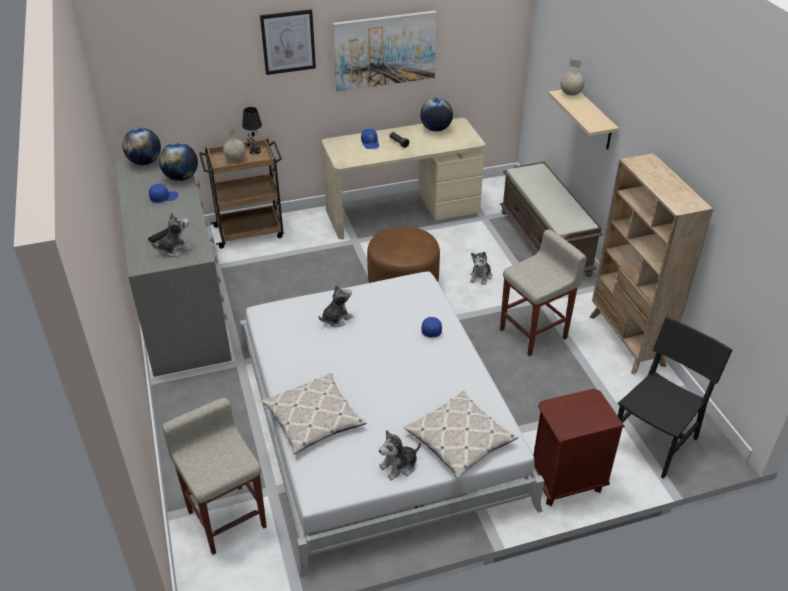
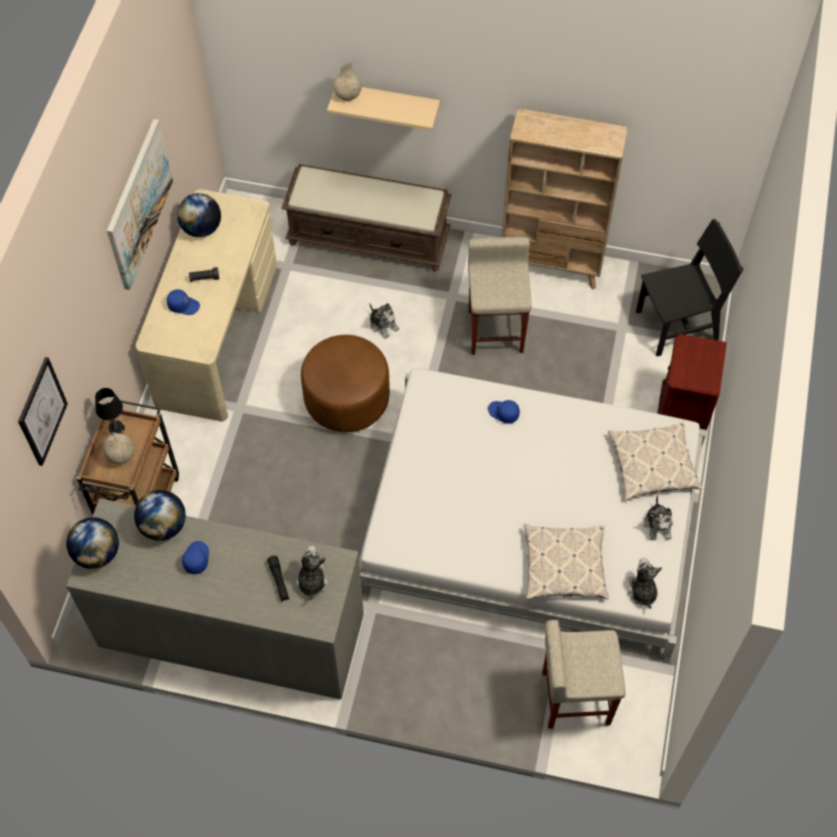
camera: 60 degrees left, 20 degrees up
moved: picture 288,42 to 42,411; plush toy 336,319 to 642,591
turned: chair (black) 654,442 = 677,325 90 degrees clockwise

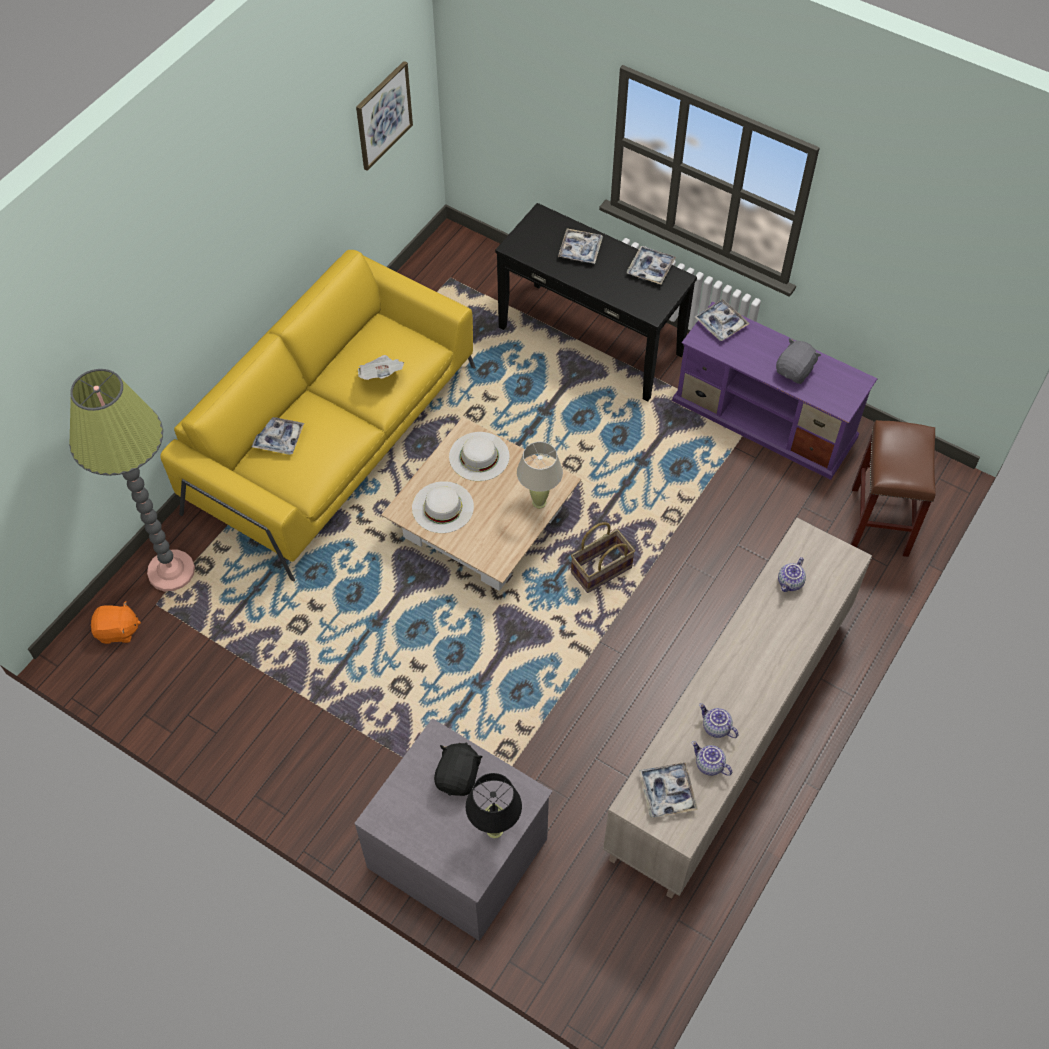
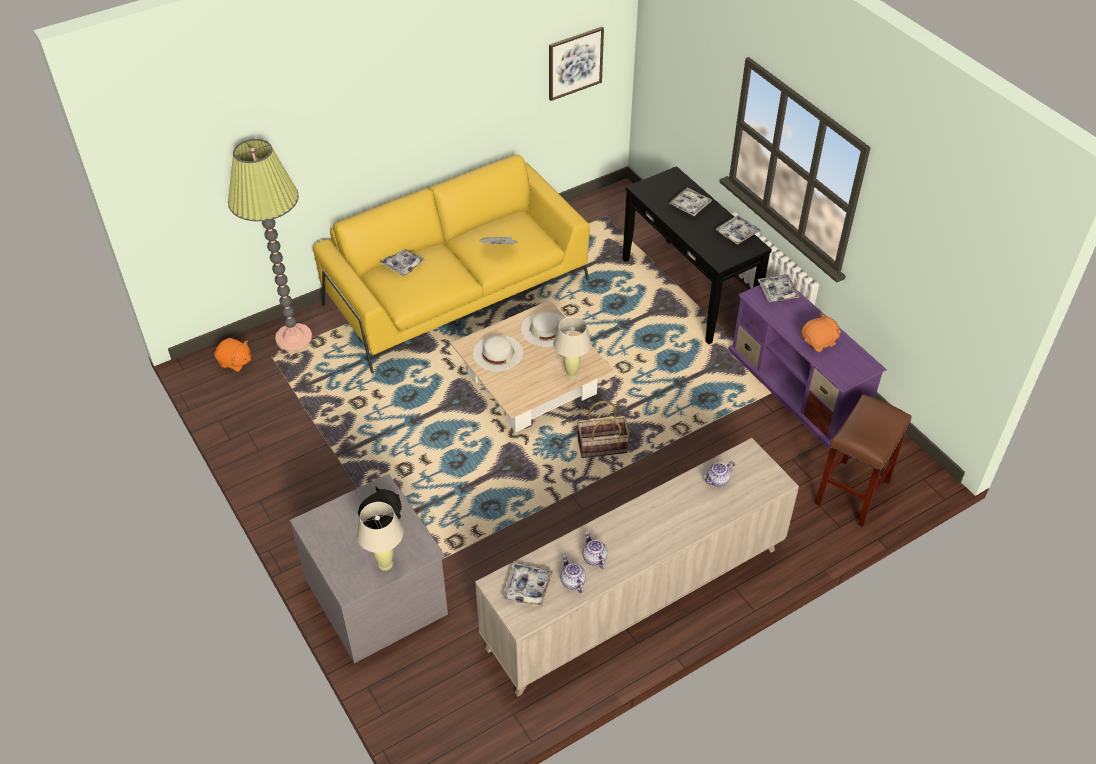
camera: 25 degrees right, 10 degrees down
recoloured: table lamp (black) 494,830 to table lamp (beige) 385,564; plush toy (grey) 795,371 to plush toy (orange) 819,342

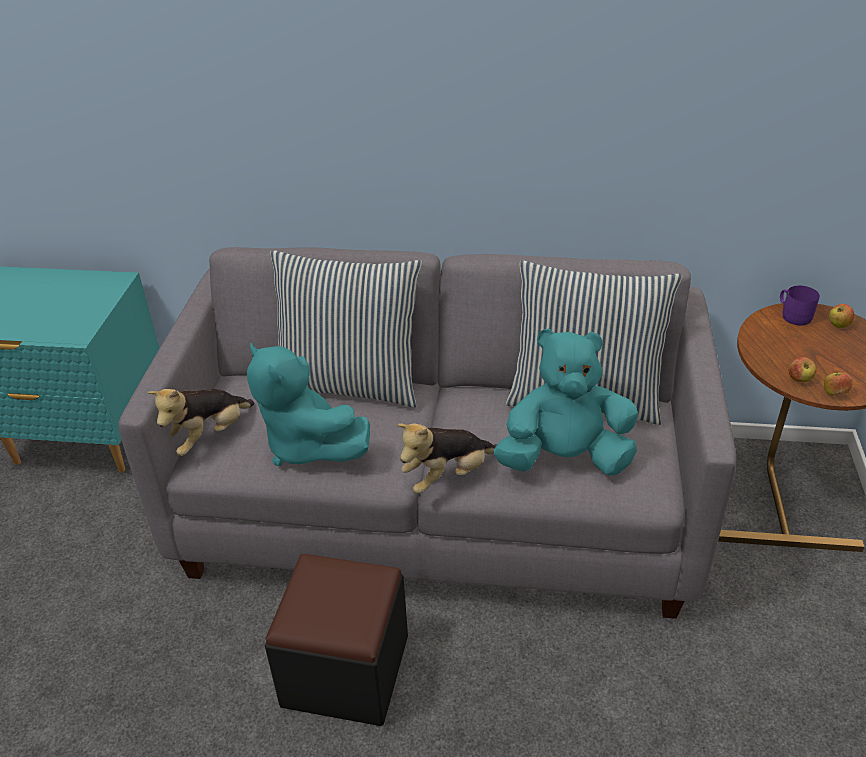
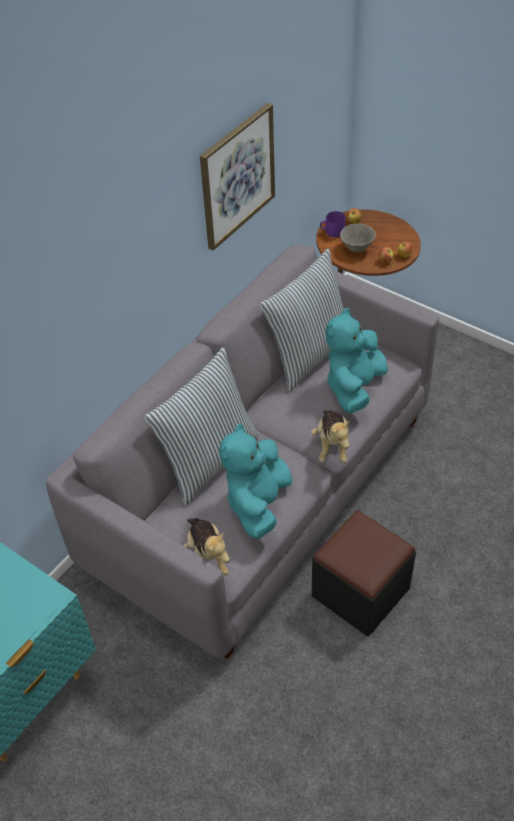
camera: 60 degrees left, 10 degrees up
added: picture 237,176; bowl (grey) 356,248
turned: plush toy (turquoise) 308,445 = 258,503 120 degrees clockwise

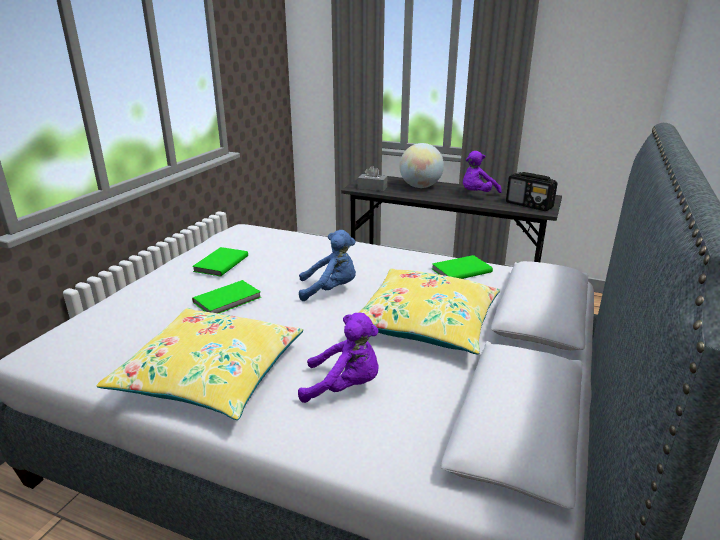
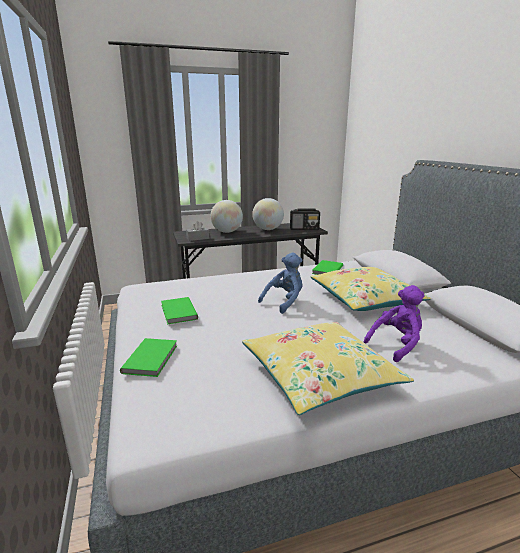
camera: 40 degrees left, 5 degrees down
moved: book (green) 229,300 to 152,358
replaced: plush toy (purple) 477,194 to globe 268,229

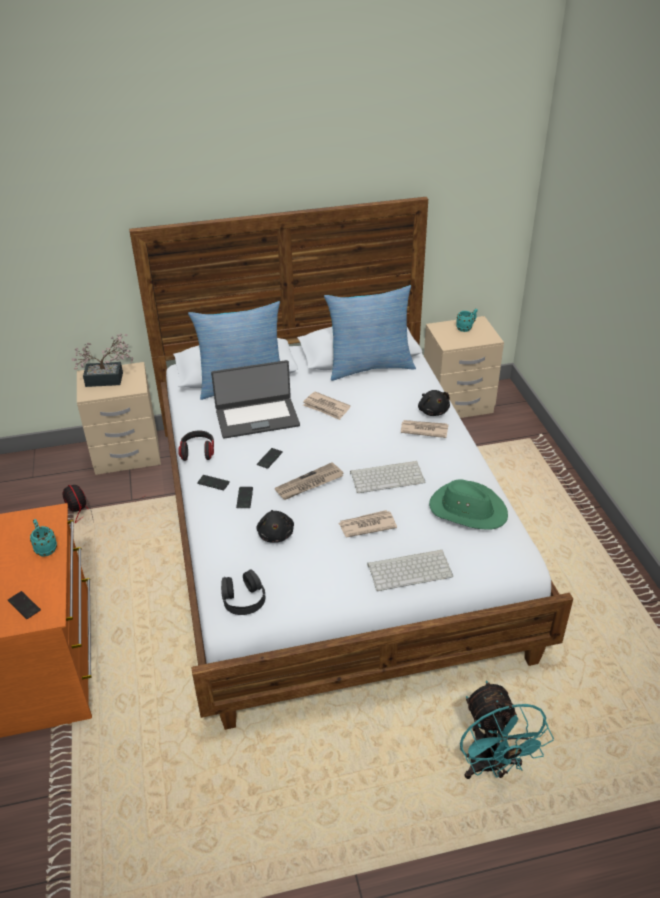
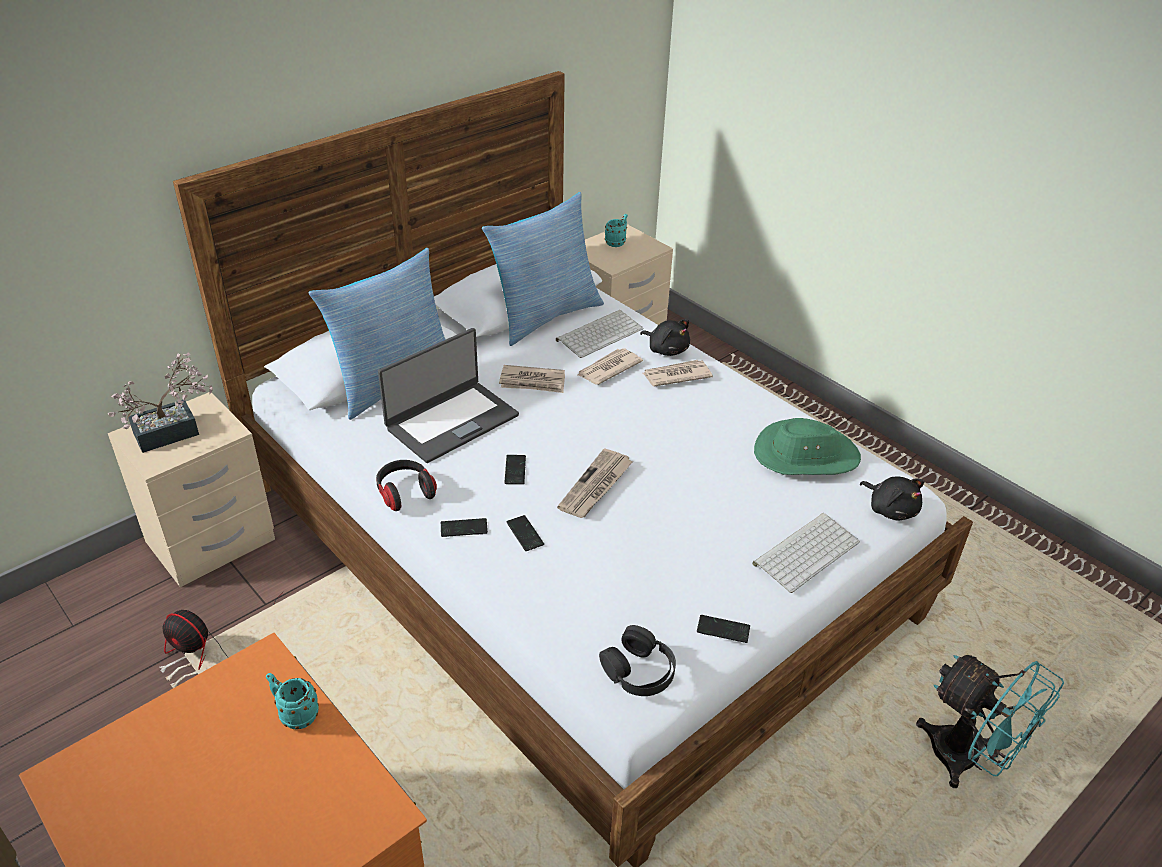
camera: 30 degrees left, 0 degrees up
moved: phone 24,605 to 723,630; plush toy (black) 276,534 to 890,509; newspaper 367,525 to 608,369; keyboard 388,477 to 600,333

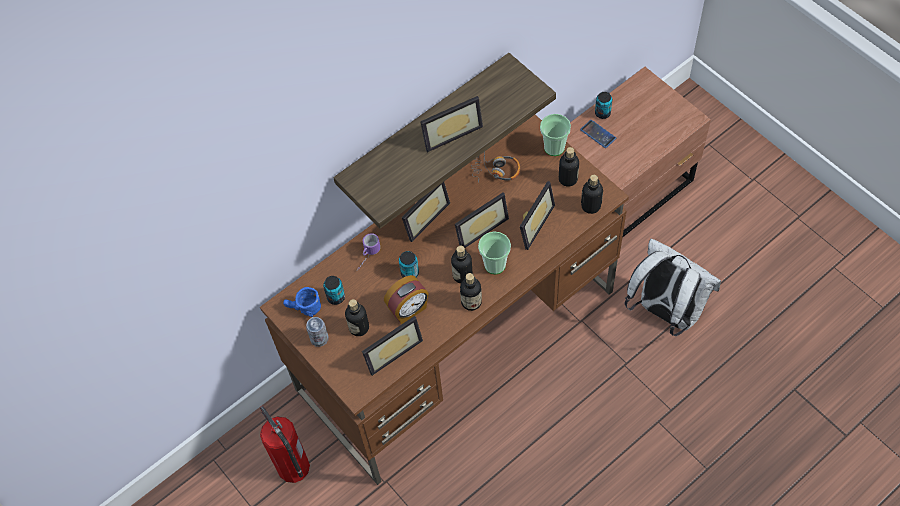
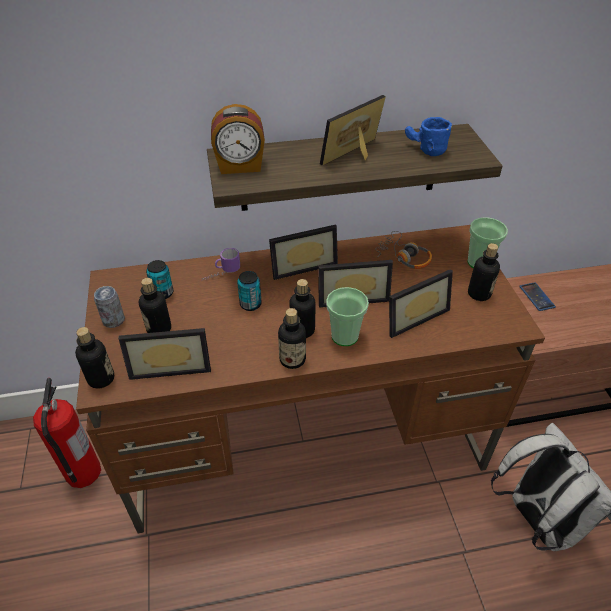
camera: 25 degrees right, 15 degrees down
removed: can 602,113
moved: mug (blue) 303,309 to 423,149; alarm clock 408,310 to 240,166; bottle 591,206 to 101,378
turned: picture frame 450,131 = 357,156 135 degrees clockwise

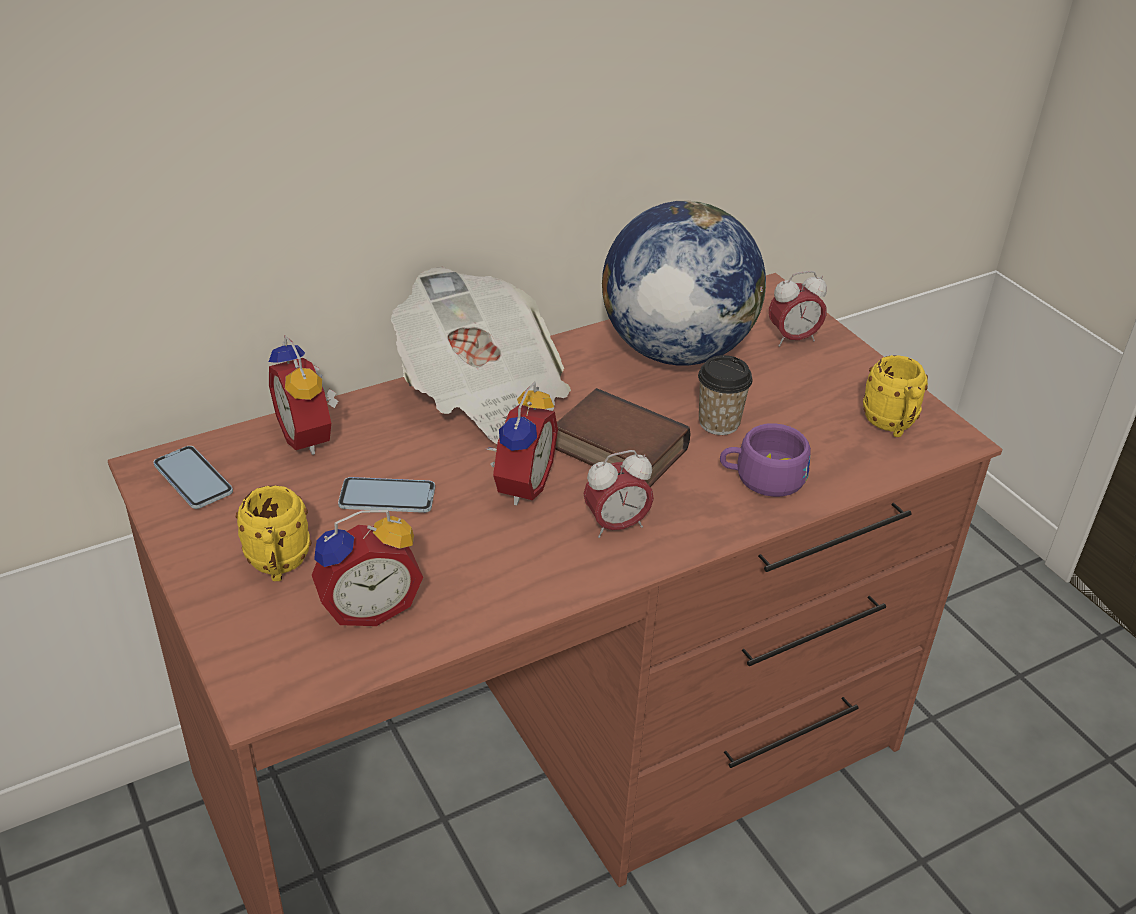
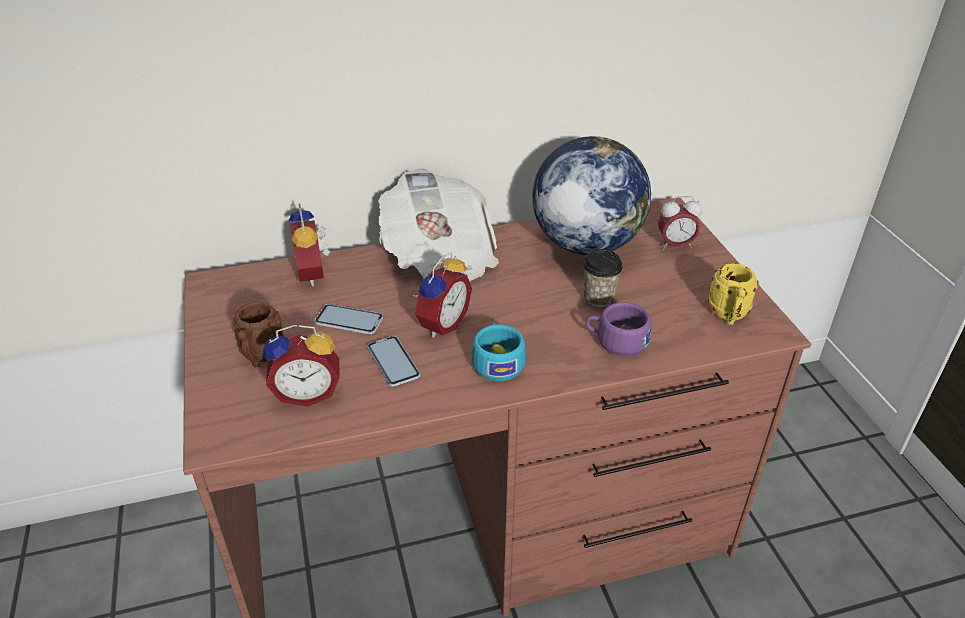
camera: 15 degrees right, 0 degrees up
removed: book 616,449
moved: phone 193,479 to 393,362
replaced: alarm clock 616,526 to cup (turquoise) 497,361
recoloured: mug (yellow) 278,566 to mug (brown) 260,357

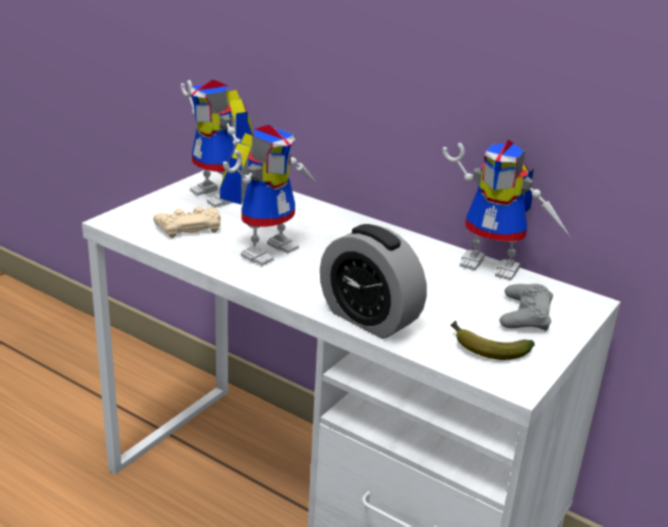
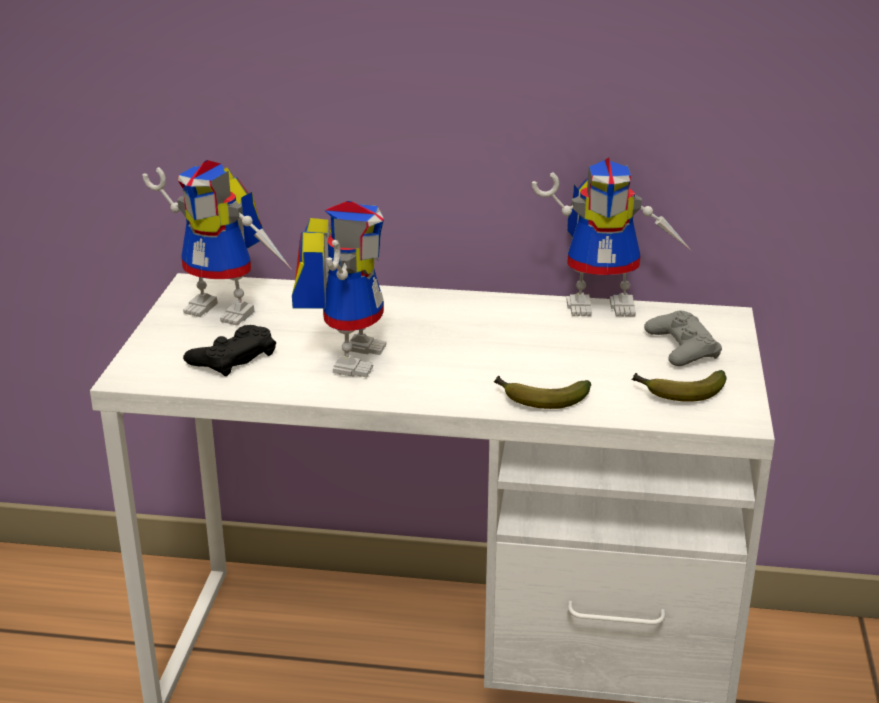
camera: 25 degrees left, 0 degrees up
replaced: alarm clock 369,318 to banana 539,399
recoloured: game controller (beige) 189,227 to game controller (black) 232,357

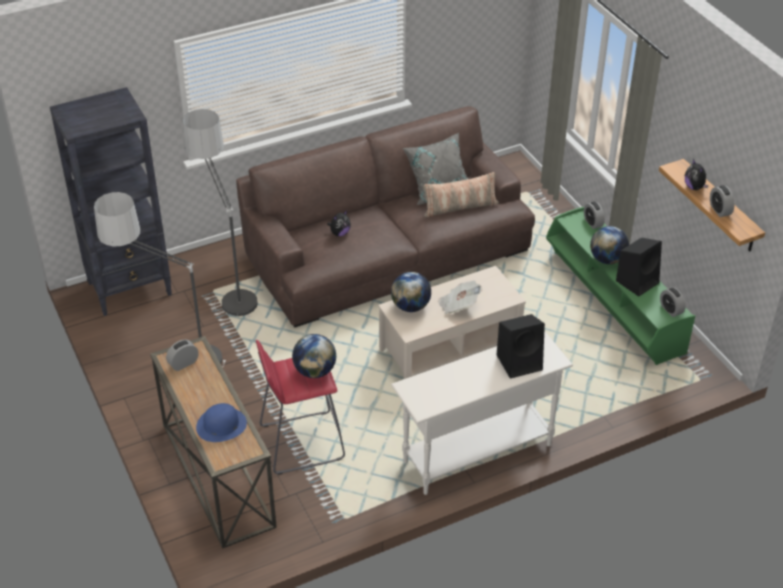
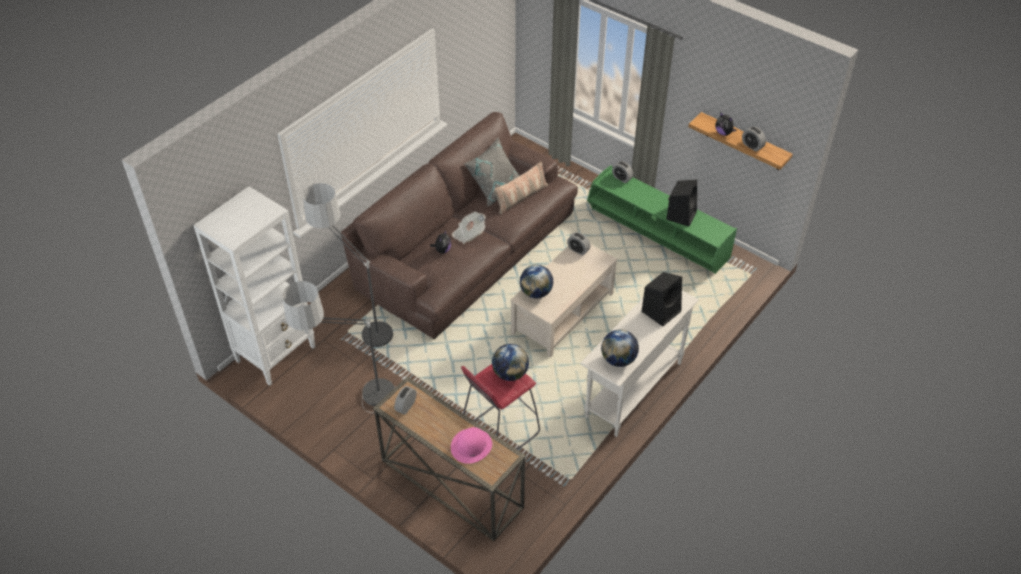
camera: 25 degrees left, 5 degrees up
moved: newspaper 458,305 to 469,234; globe 607,259 to 618,359; alarm clock 671,310 to 578,250
recoloured: bookcase (black) 130,288 to bookcase (white) 276,354; hat (blue) 221,425 to hat (pink) 471,446

